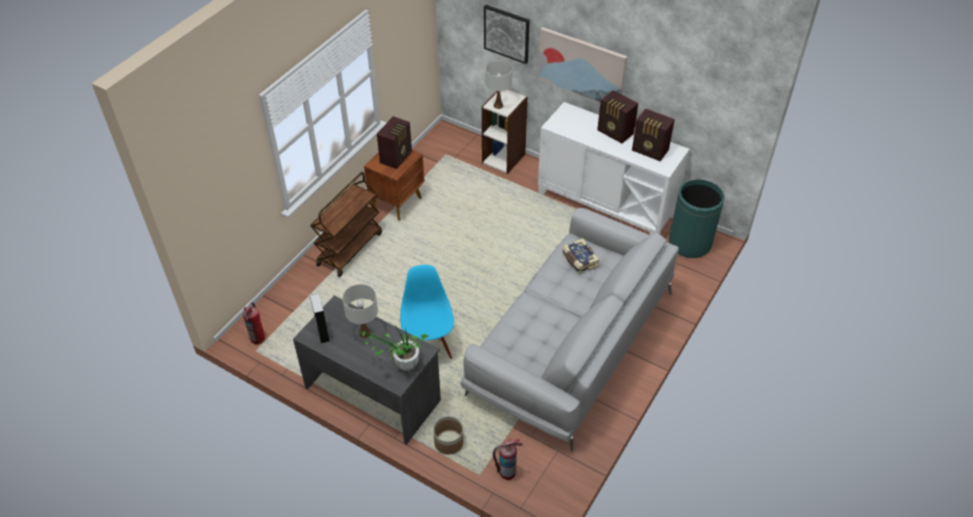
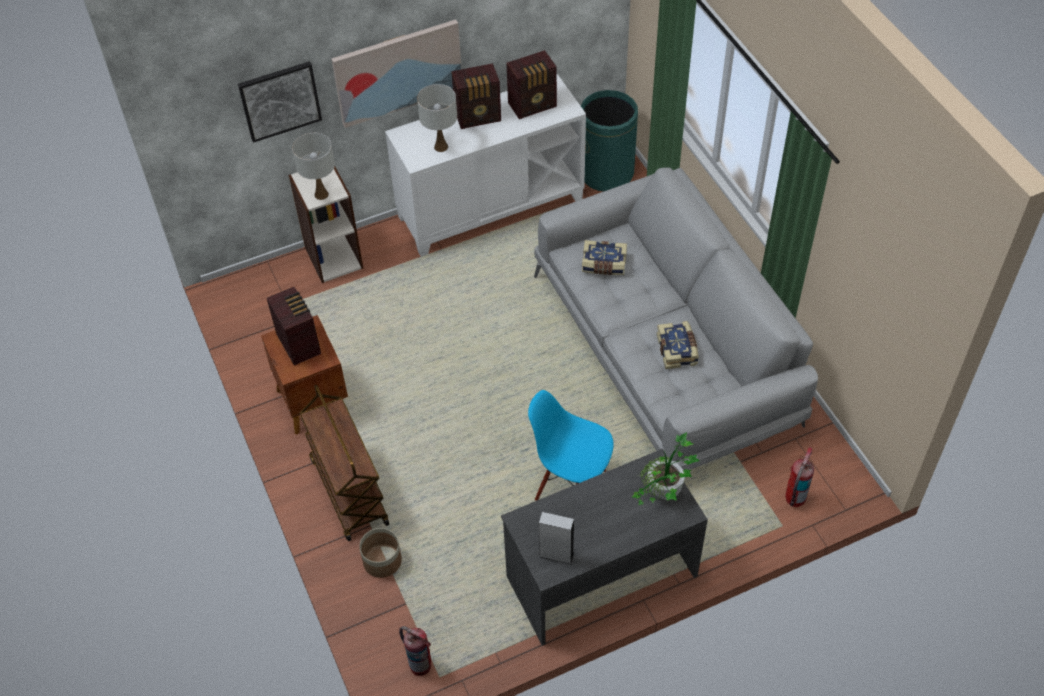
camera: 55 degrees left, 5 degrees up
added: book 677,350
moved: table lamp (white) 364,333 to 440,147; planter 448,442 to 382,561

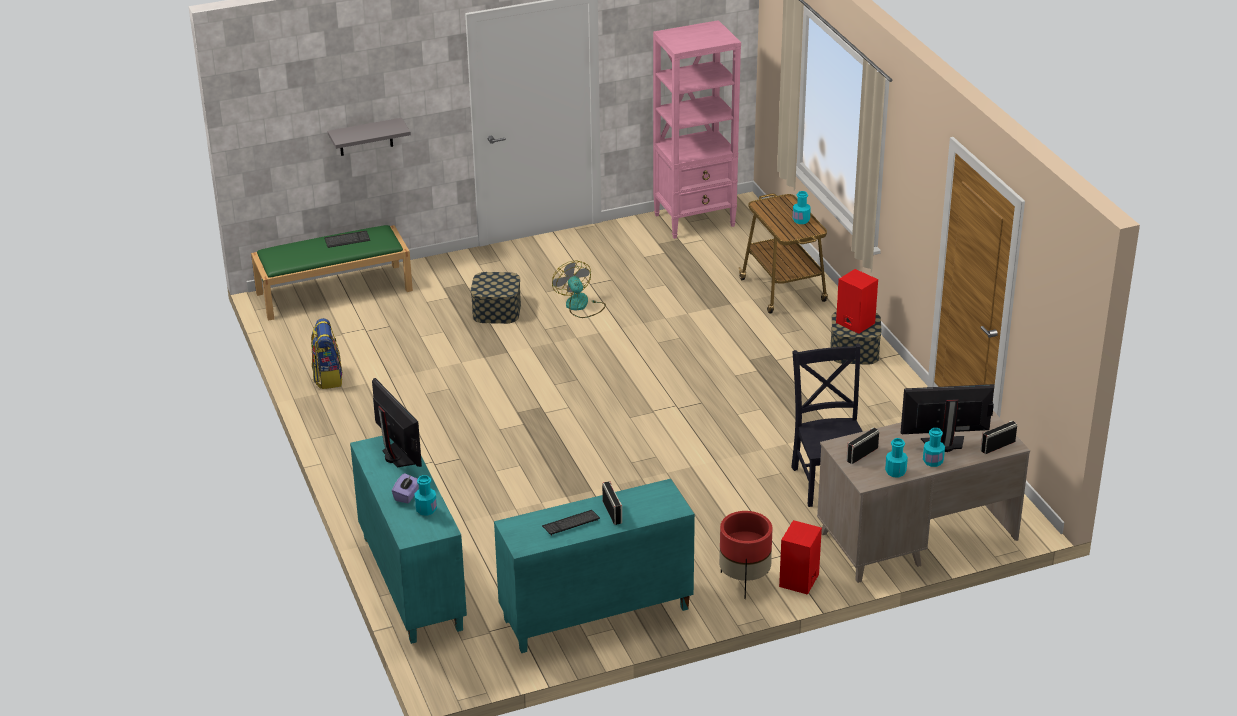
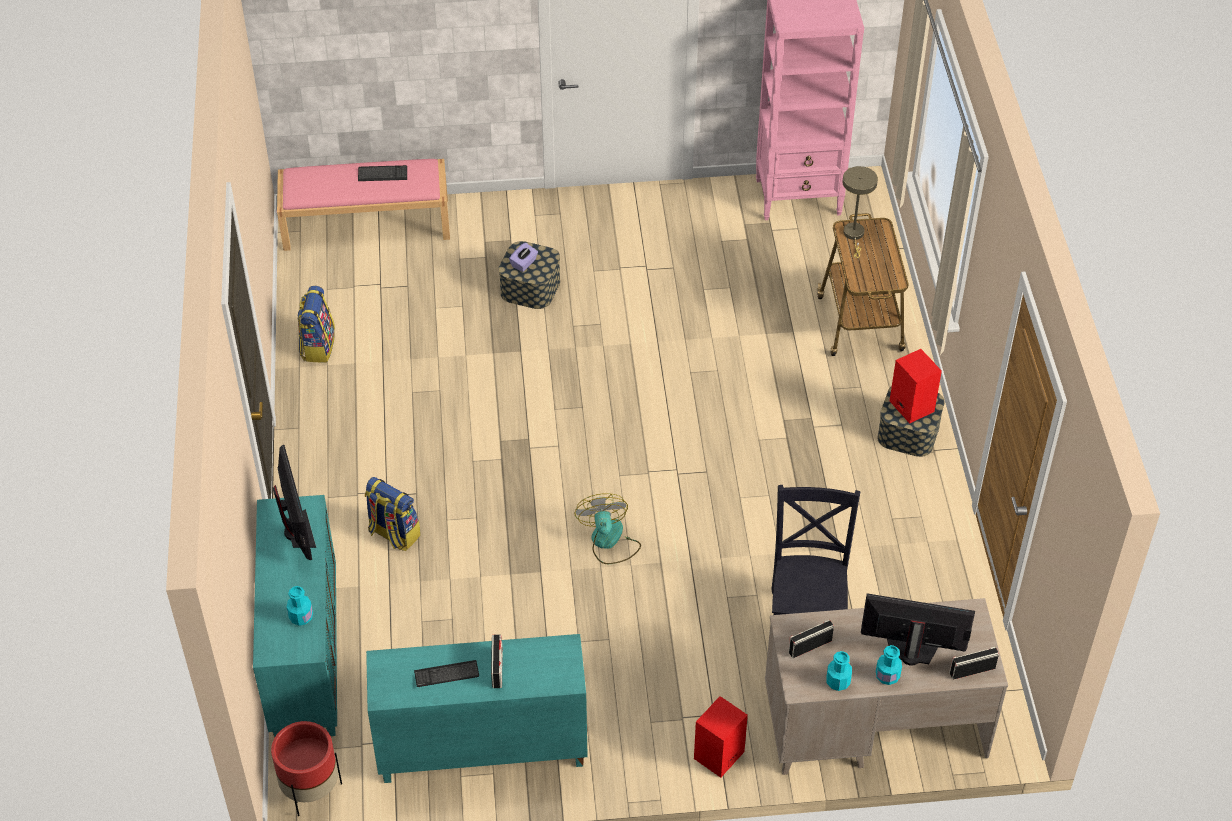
camera: 15 degrees right, 15 degrees up
removed: shelf (grey) 365,137; bottle (turquoise) 801,220
added: backpack 393,534; table lamp (beige) 854,235
moved: tissue box (purple) 407,495 to 524,263; fan 580,306 to 609,542; planter (red) 744,581 to 310,789
recoloured: bench (green) 335,291 to bench (pink) 367,223

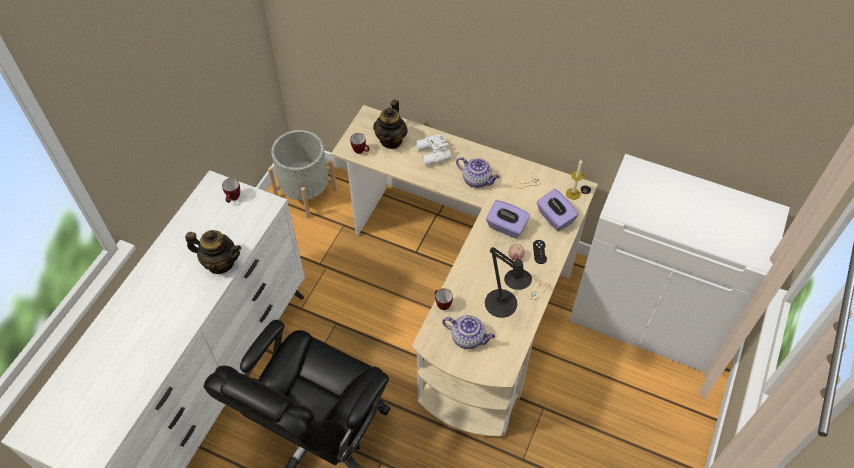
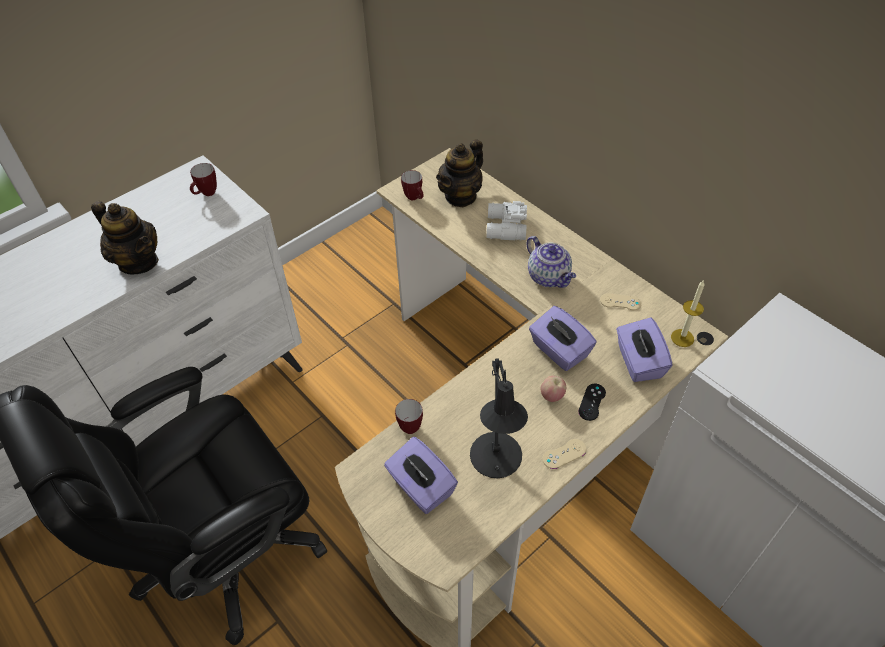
camera: 25 degrees right, 5 degrees down
removed: planter (grey) 306,193
replaced: teapot 468,338 to tissue box (purple) 421,487

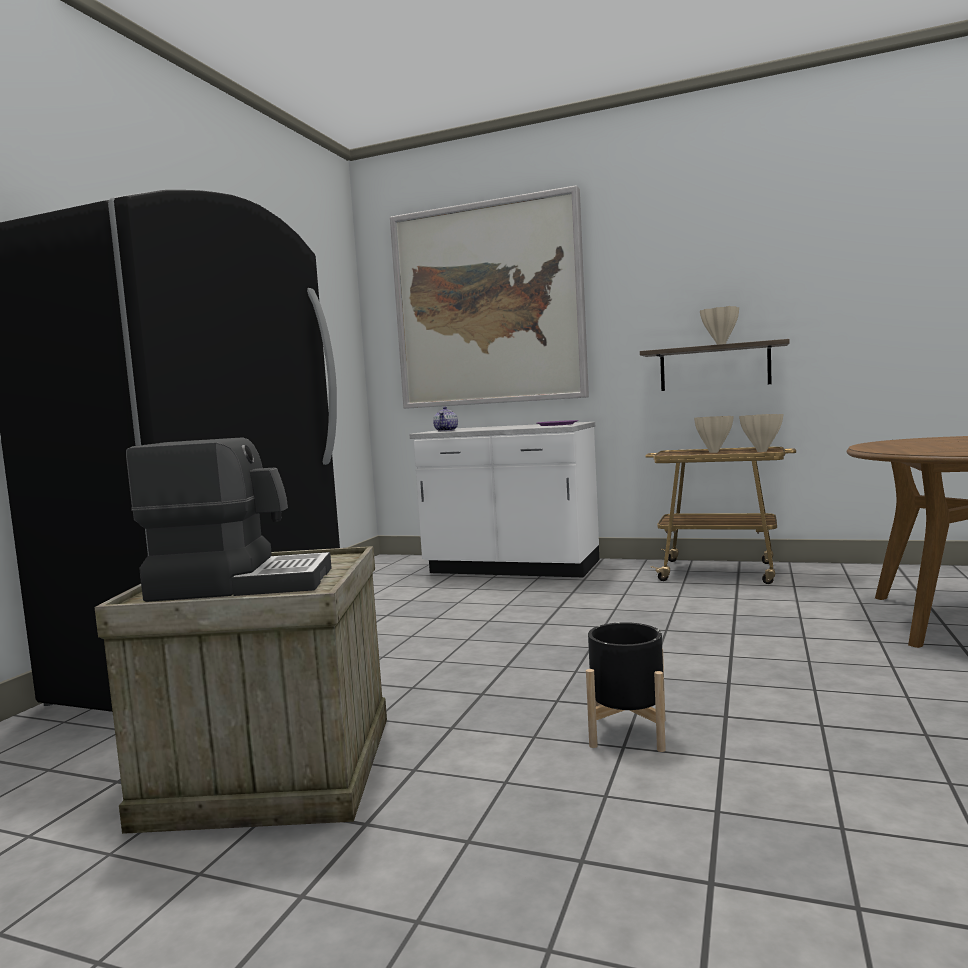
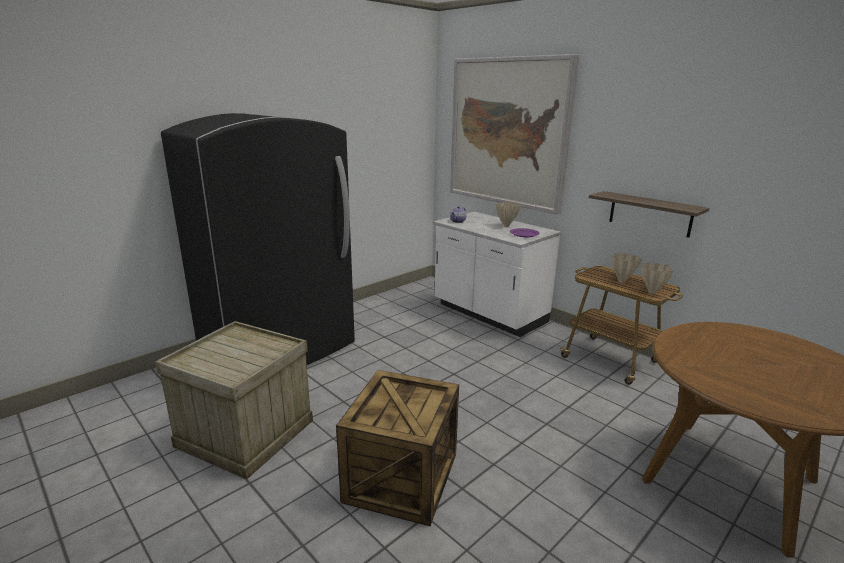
camera: 25 degrees right, 15 degrees up
removed: coffee machine 241,583
moved: vase (beige) 721,344 to 506,226
replaced: planter (black) 628,732 to crate 403,478

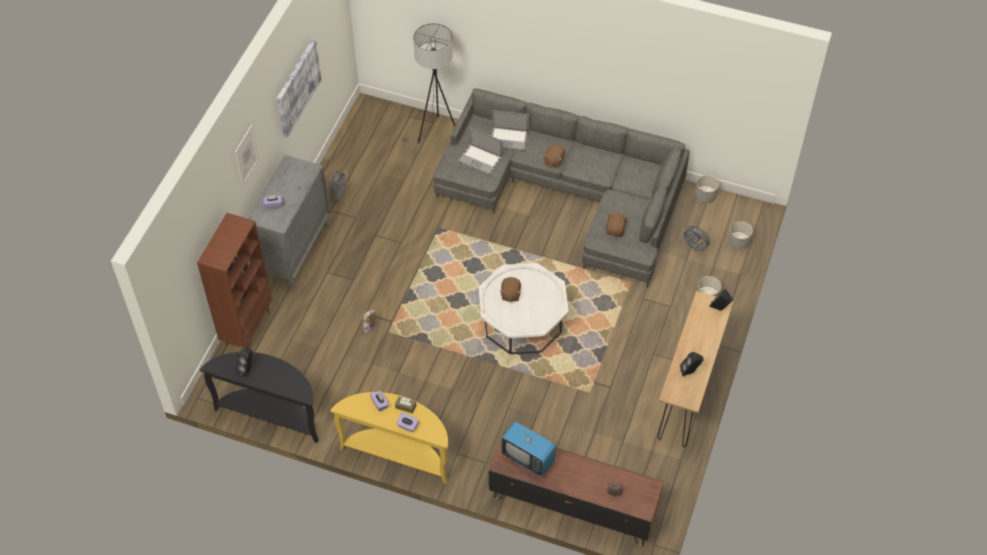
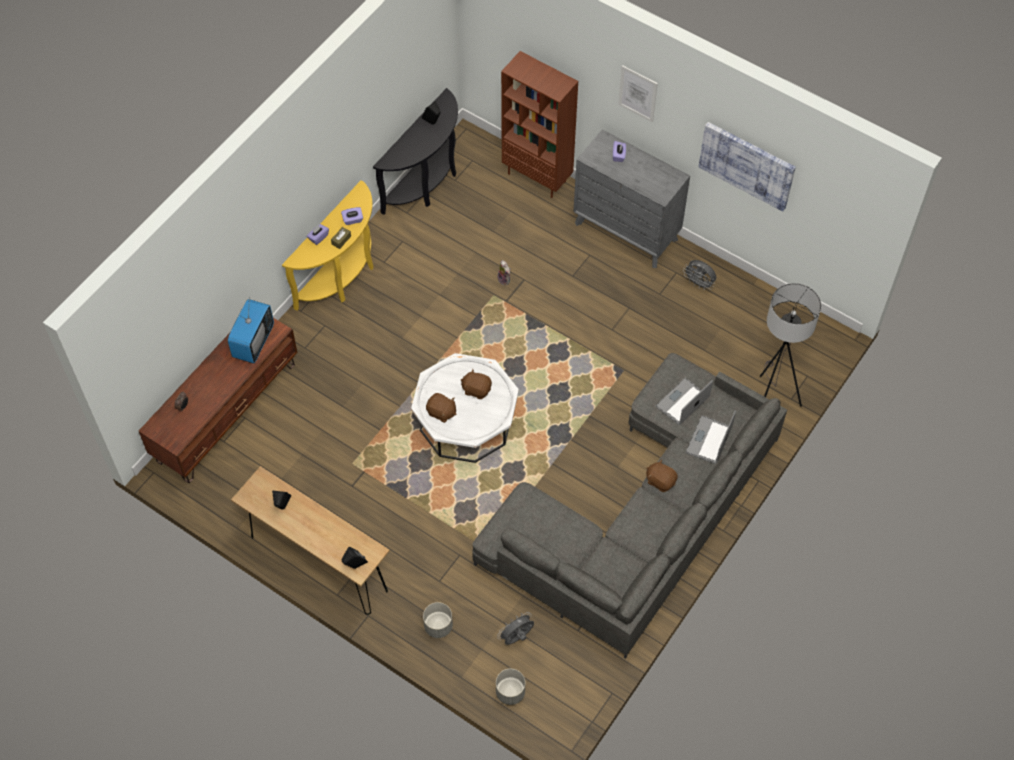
camera: 105 degrees right, 5 degrees up
removed: planter (grey) 705,196
moved: plush toy (brown) 615,230 to 441,412
turned: television 528,458 = 253,342 150 degrees clockwise

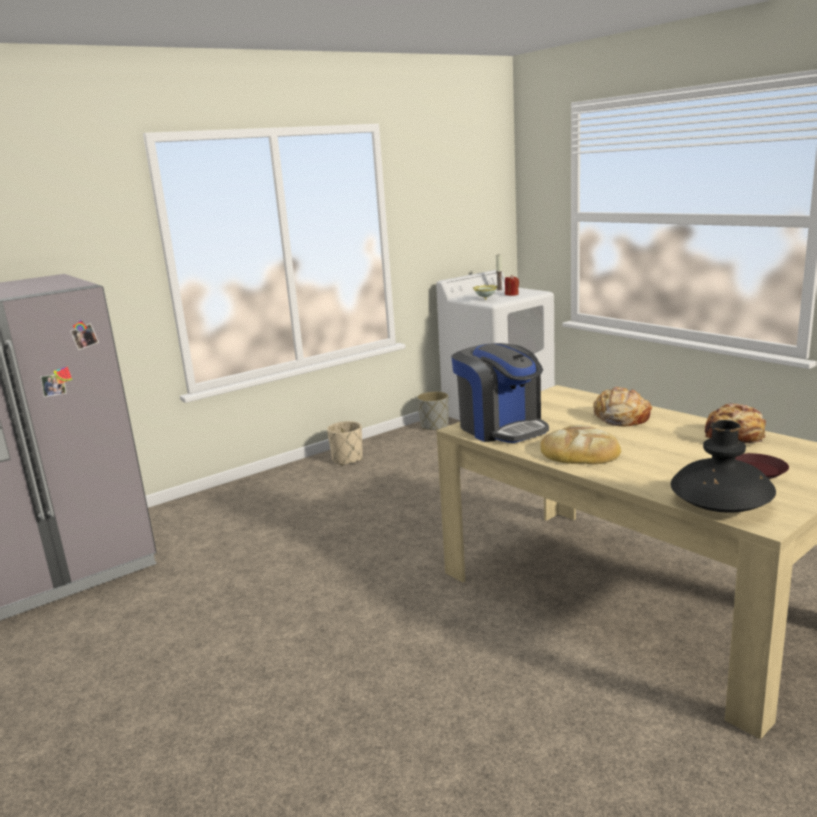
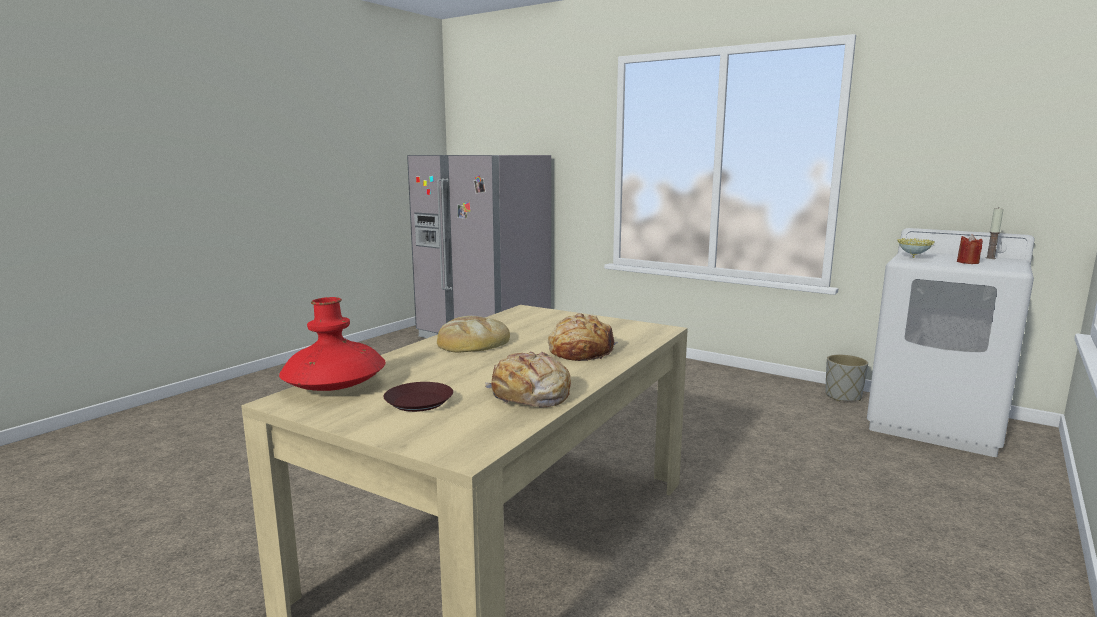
camera: 70 degrees right, 5 degrees down
removed: planter (beige) 347,459; coffee machine 501,428
recoloured: vase (black) 720,503 to vase (red) 335,386

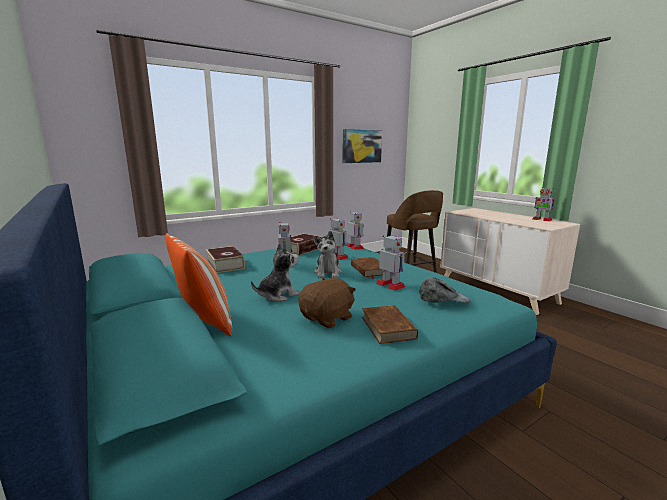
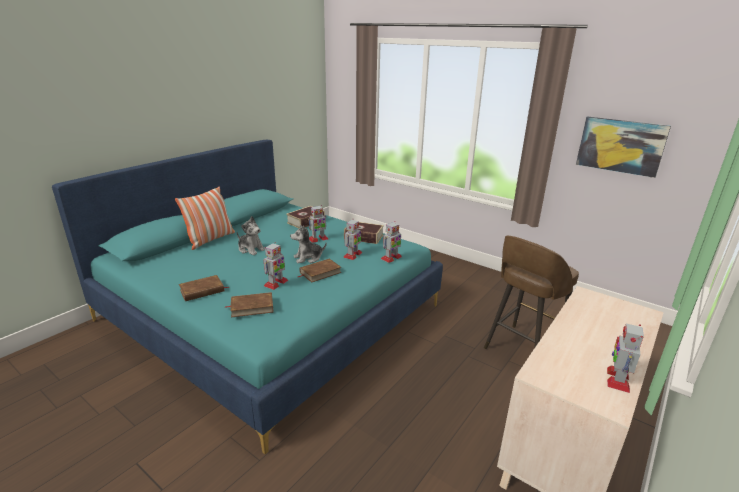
camera: 70 degrees right, 10 degrees up
removed: plush toy (brown) 328,319
replaced: cap (grey) 443,298 to book (brown) 252,307

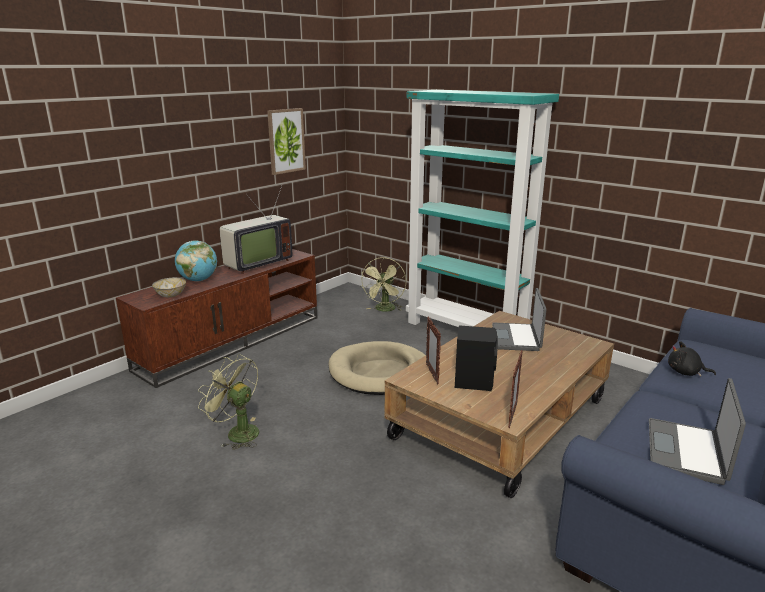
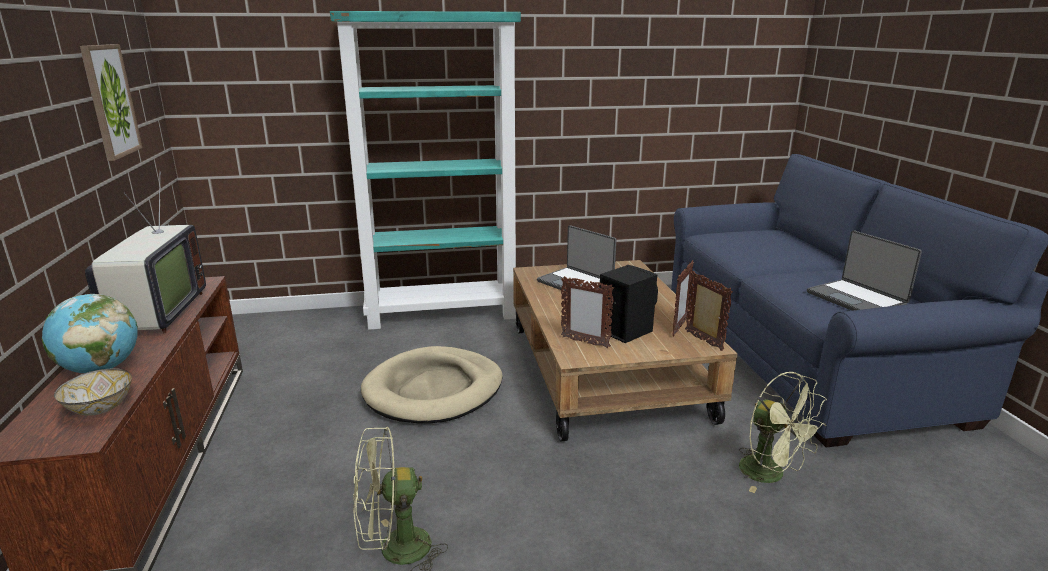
camera: 50 degrees left, 0 degrees up
removed: plush toy (black) 686,372
added: picture frame 679,327
moved: fan (green) 384,310 to 771,475

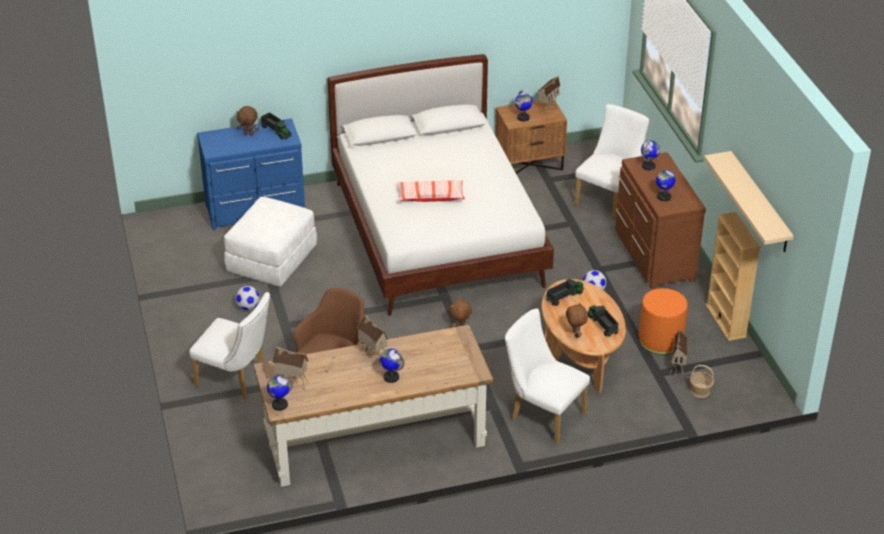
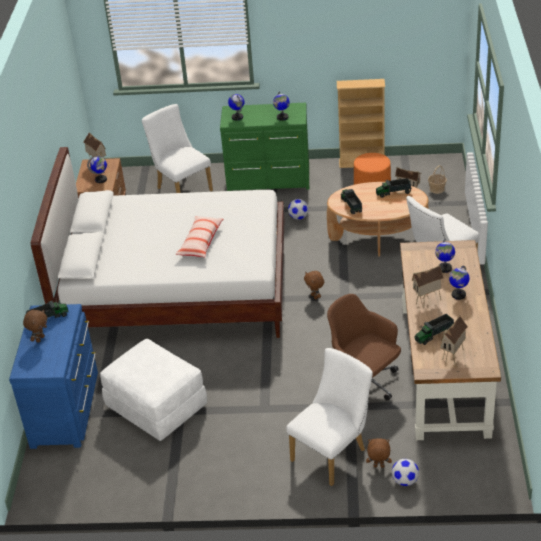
camera: 70 degrees left, 0 degrees up
removed: shelf (beige) 759,203
added: toy truck 434,335
moved: football 248,307 to 405,481; globe 279,405 to 444,268; plush toy (brown) 575,334 to 378,466
recoloured: dresser (brown) 653,256 to dresser (green) 269,181

